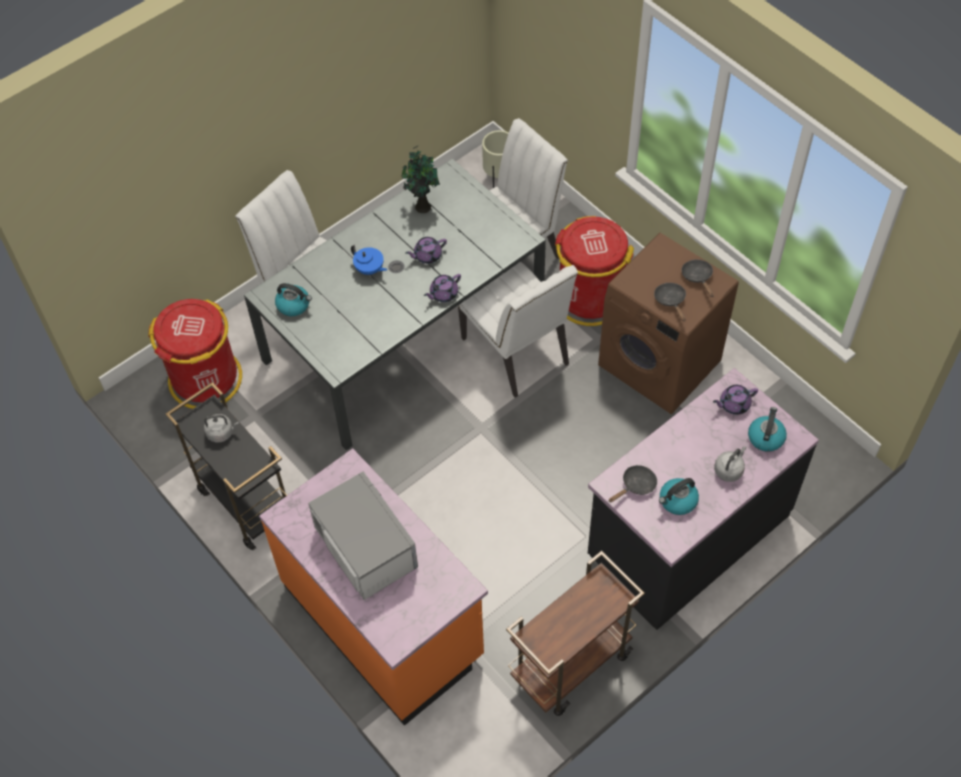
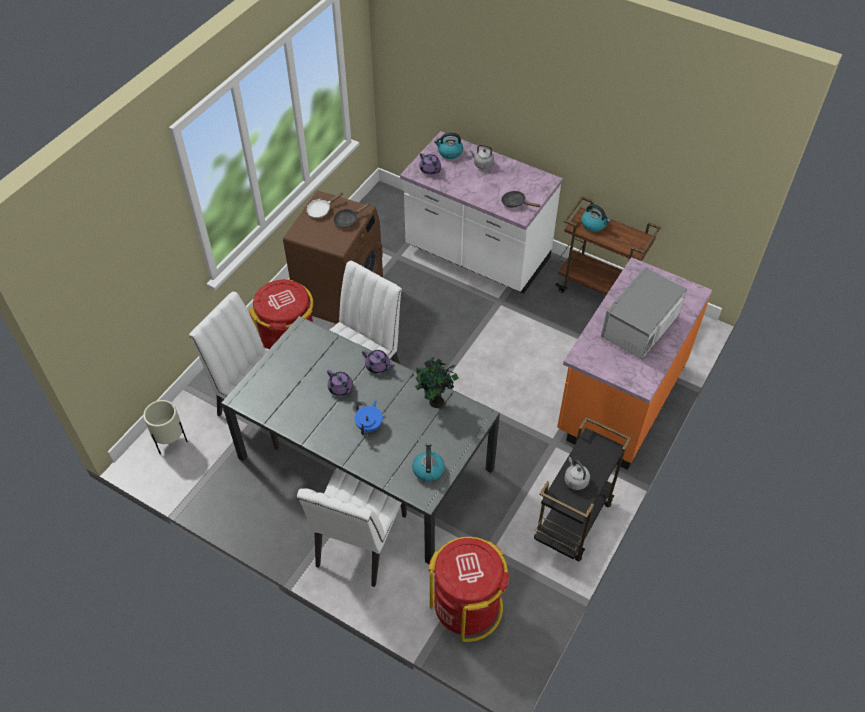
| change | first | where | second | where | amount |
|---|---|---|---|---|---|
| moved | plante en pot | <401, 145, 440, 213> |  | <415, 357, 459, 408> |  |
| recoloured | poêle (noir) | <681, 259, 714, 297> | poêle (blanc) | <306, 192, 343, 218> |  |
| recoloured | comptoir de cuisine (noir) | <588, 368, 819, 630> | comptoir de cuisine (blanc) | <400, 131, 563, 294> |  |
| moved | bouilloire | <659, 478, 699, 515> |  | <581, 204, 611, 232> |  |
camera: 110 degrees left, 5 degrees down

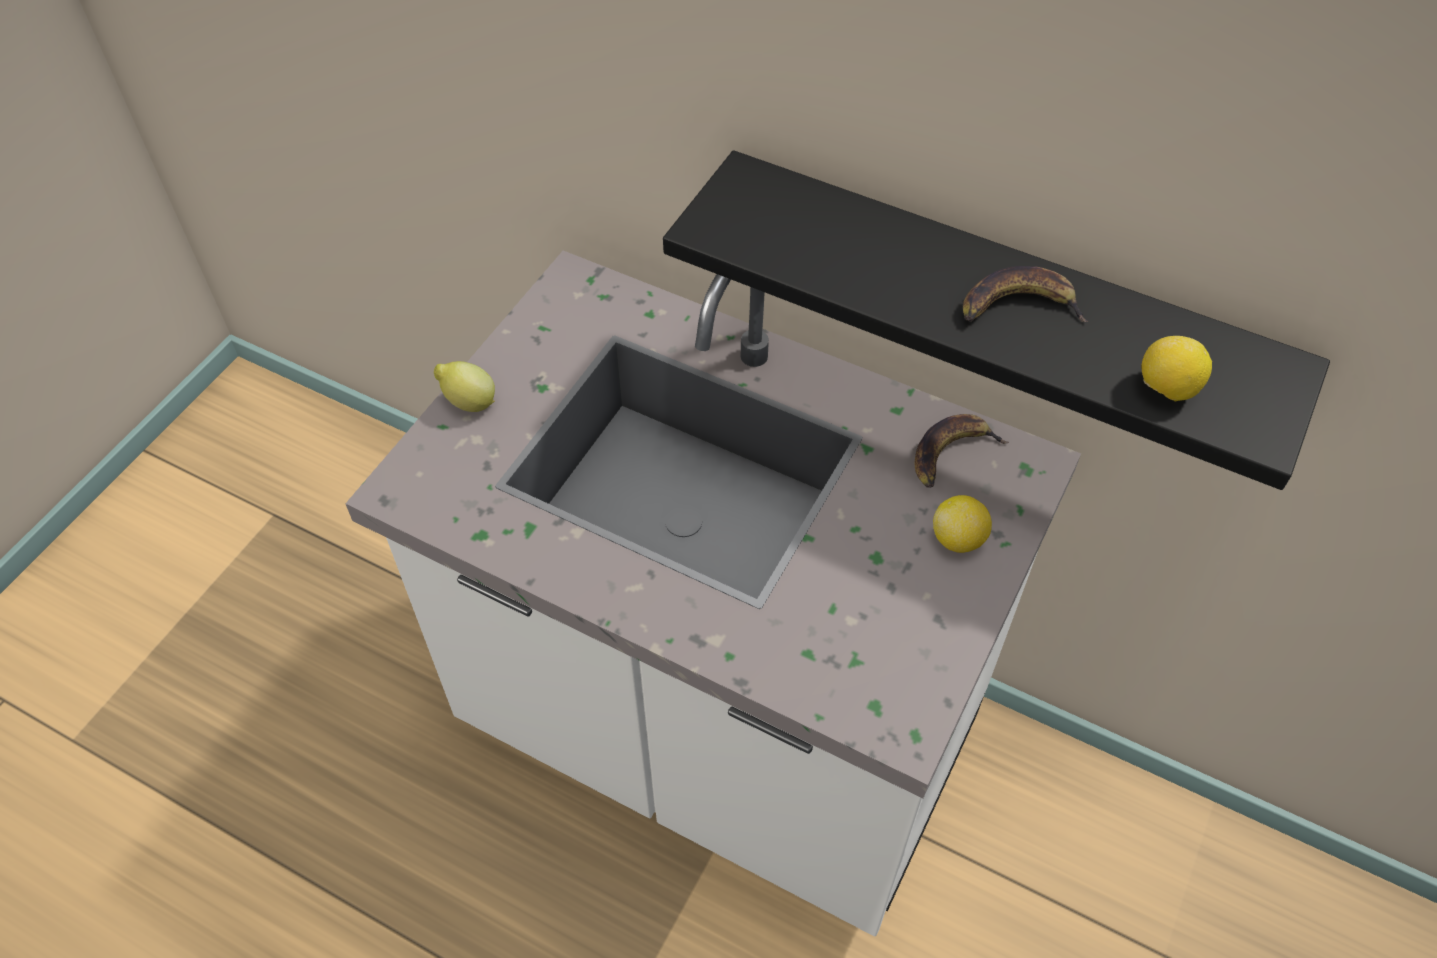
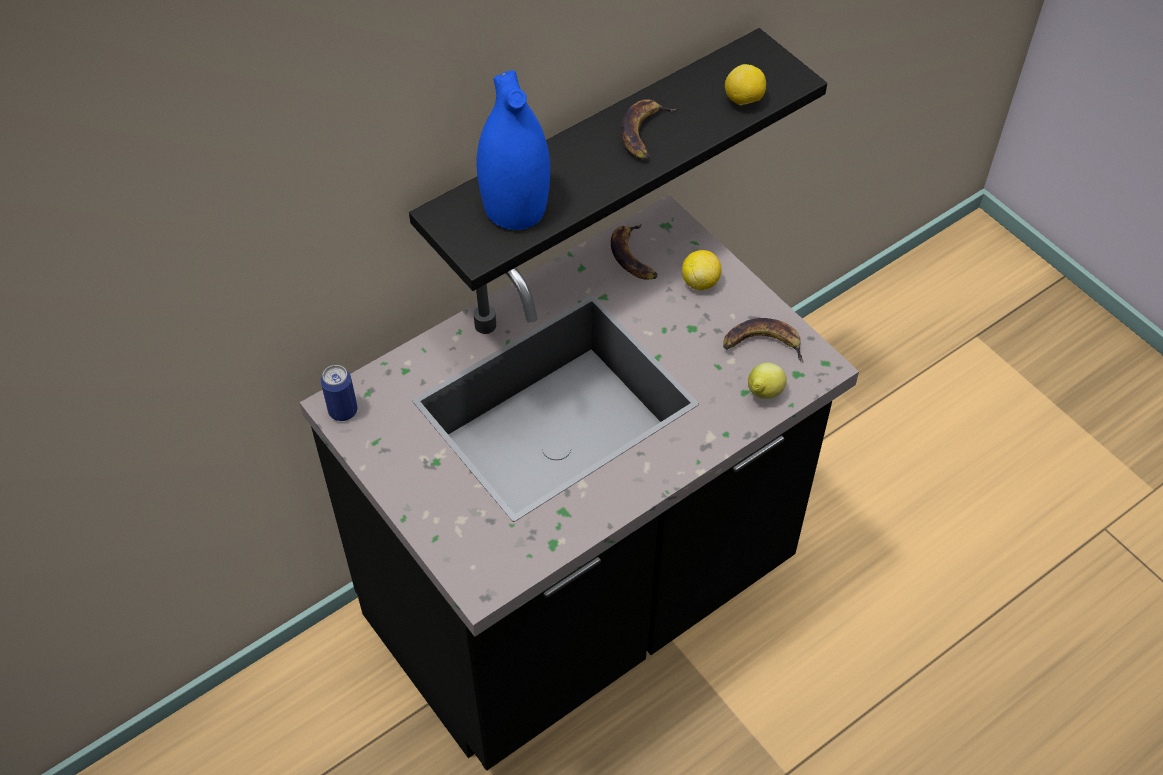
| change | first | where | second | where | amount |
|---|---|---|---|---|---|
| recoloured | comptoir de cuisine (blanc) | <345, 251, 1081, 936> | comptoir de cuisine (noir) | <300, 195, 859, 770> |  |
| moved | citron | <434, 361, 495, 412> |  | <748, 362, 787, 399> |  |
| added |  |  | vase (bleu) | <477, 71, 550, 230> |  |
| added |  |  | banane | <723, 318, 803, 362> |  |
| added |  |  | boîte métallique | <321, 365, 358, 421> |  |
camera: 65 degrees left, 0 degrees up

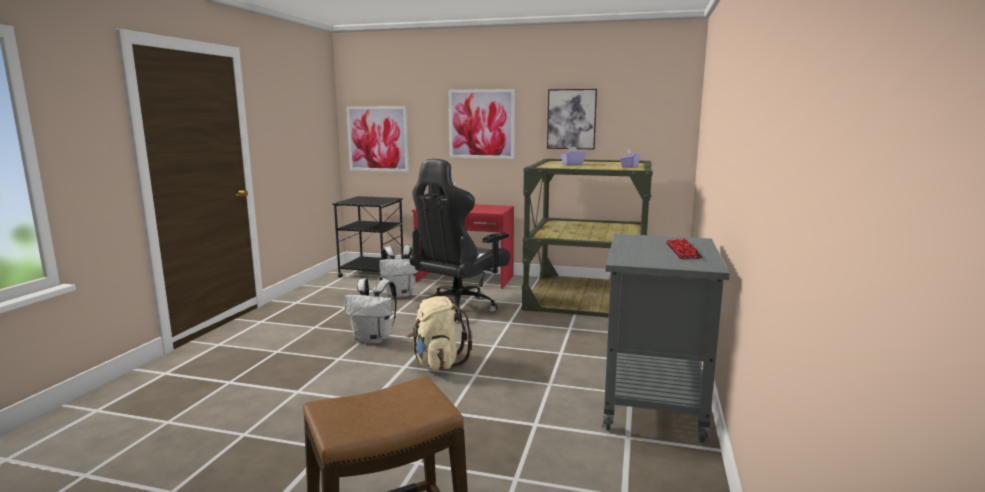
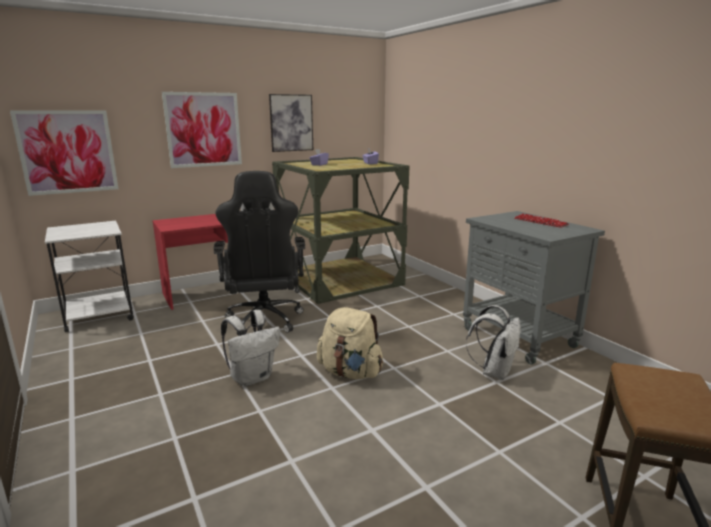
| change | first | where | second | where | amount |
|---|---|---|---|---|---|
| recoloured | chariot (noir) | <332, 196, 403, 280> | chariot (blanc) | <45, 221, 134, 332> |  |
| moved | sac à dos (blanc) | <379, 245, 418, 298> |  | <466, 305, 521, 380> |  |
camera: 45 degrees left, 5 degrees up

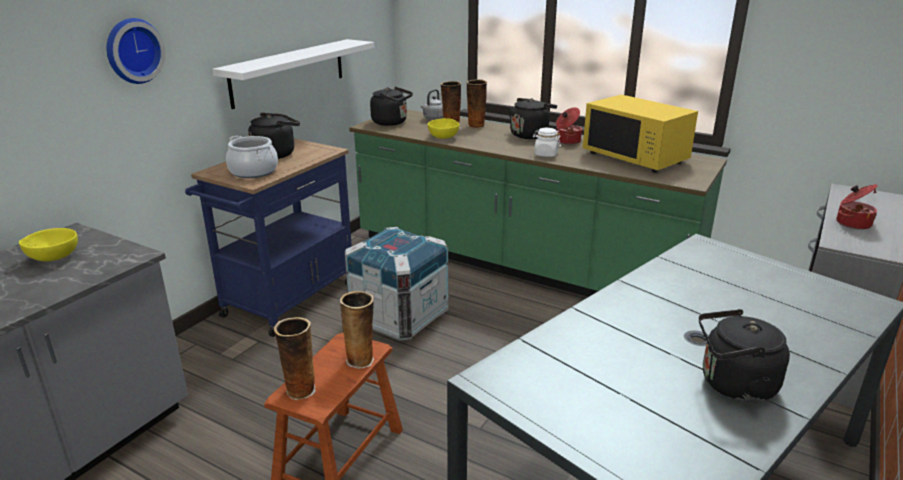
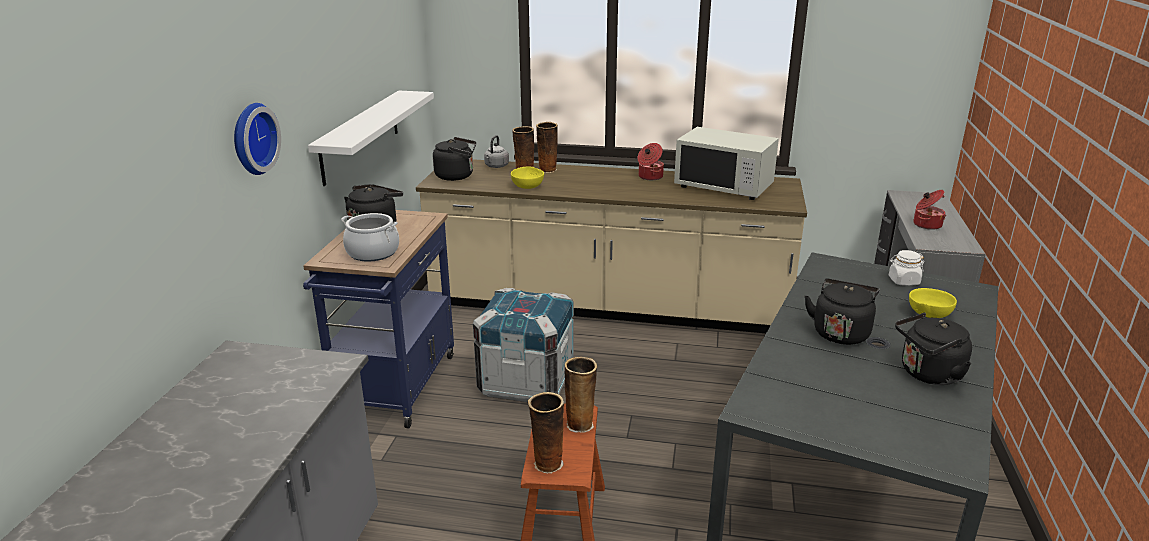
| change | first | where | second | where | amount |
|---|---|---|---|---|---|
| recoloured | micro-ondes (jaune) | <583, 95, 698, 173> | micro-ondes (blanc) | <674, 127, 779, 200> |  |
| moved | bouilloire (noir) | <508, 98, 557, 139> |  | <804, 279, 880, 345> |  |
| recoloured | comptoir de cuisine (vert) | <349, 110, 727, 297> | comptoir de cuisine (beige) | <416, 159, 807, 333> |  |
| moved | bocal (blanc) | <533, 128, 561, 157> |  | <889, 250, 924, 286> |  |
| moved | bol (jaune) | <19, 228, 78, 261> |  | <909, 288, 957, 318> |  |
camera: 20 degrees left, 0 degrees up

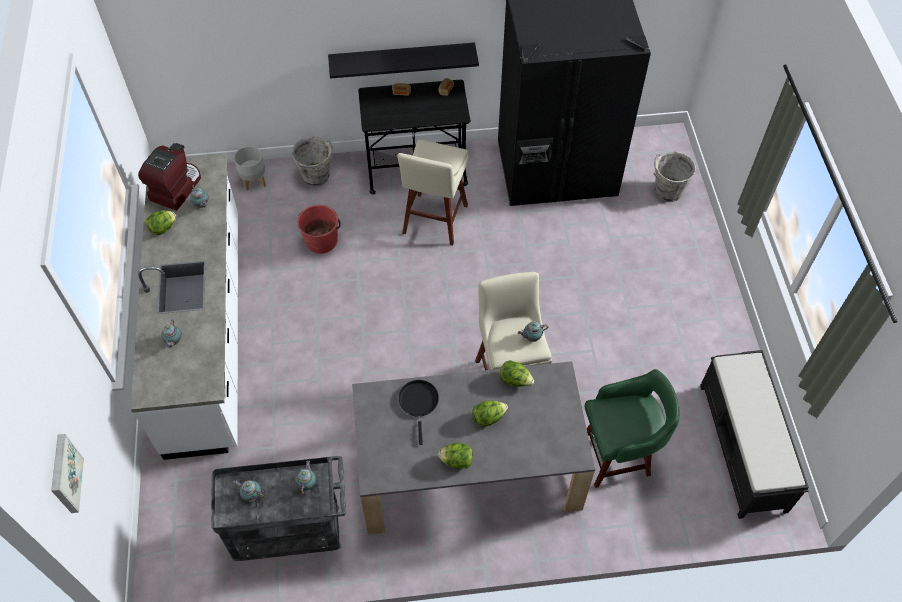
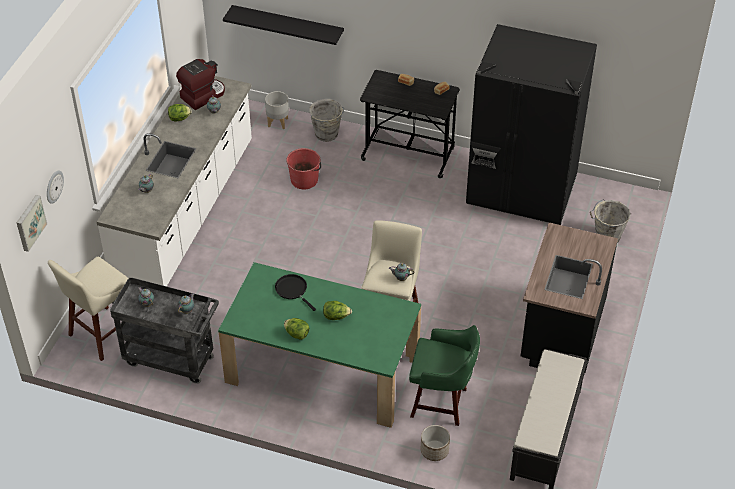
| change | first | where | second | where | amount |
|---|---|---|---|---|---|
| moved | étagère (noir) | <328, 43, 479, 79> |  | <223, 5, 344, 45> |  |
| moved | tabouret (beige) | <397, 140, 468, 245> |  | <48, 257, 128, 361> |  |
| removed | laitue | <500, 360, 534, 387> |  |  |  |
| recoloured | table à manger (gris) | <352, 361, 595, 534> | table à manger (vert) | <218, 262, 421, 428> |  |
| turned | poêle (noir) | <398, 380, 439, 445> |  | <275, 274, 316, 311> | 60 degrees counterclockwise |
| added |  |  | horloge murale | <47, 170, 64, 204> |  |
| added |  |  | comptoir de cuisine (noir) | <521, 223, 618, 378> |  |
| added |  |  | cache-pot | <421, 425, 450, 461> |  |
camera: 25 degrees right, 10 degrees down

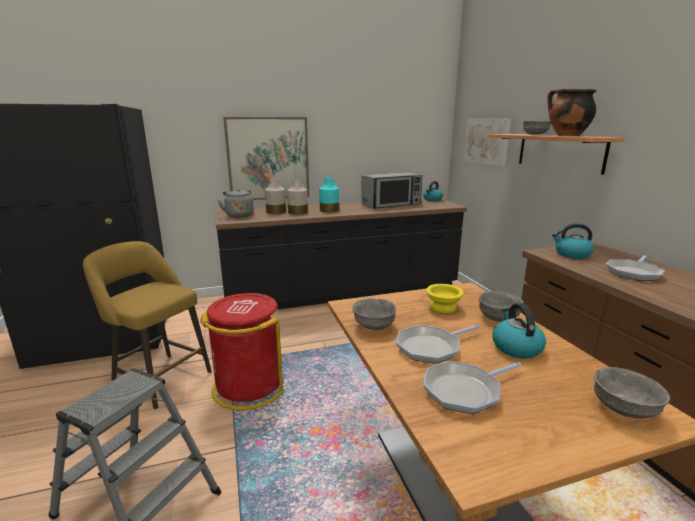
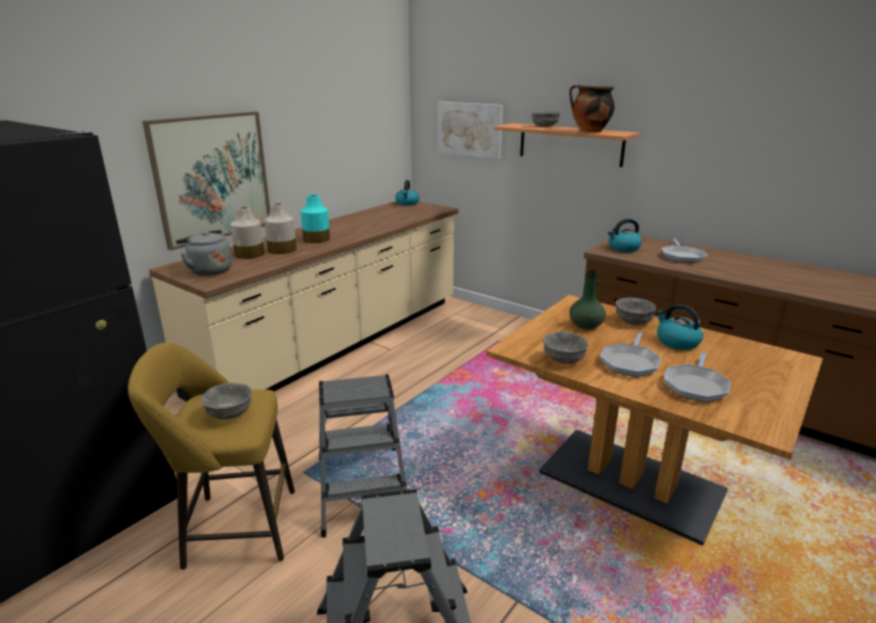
| change | first | where | second | where | amount |
|---|---|---|---|---|---|
| removed | micro-ondes | <361, 172, 422, 209> |  |  |  |
| recoloured | comptoir de cuisine (noir) | <215, 198, 467, 310> | comptoir de cuisine (beige) | <149, 201, 458, 402> |  |
| replaced | bol (jaune) | <426, 284, 464, 313> | vase (vert) | <569, 270, 606, 329> |  |
| replaced | poubelle (rouge) | <200, 293, 283, 410> | escabeau (gris) | <319, 374, 407, 538> |  |
| moved | bol (gris) | <594, 367, 670, 419> |  | <201, 383, 252, 420> |  |
camera: 35 degrees left, 5 degrees up

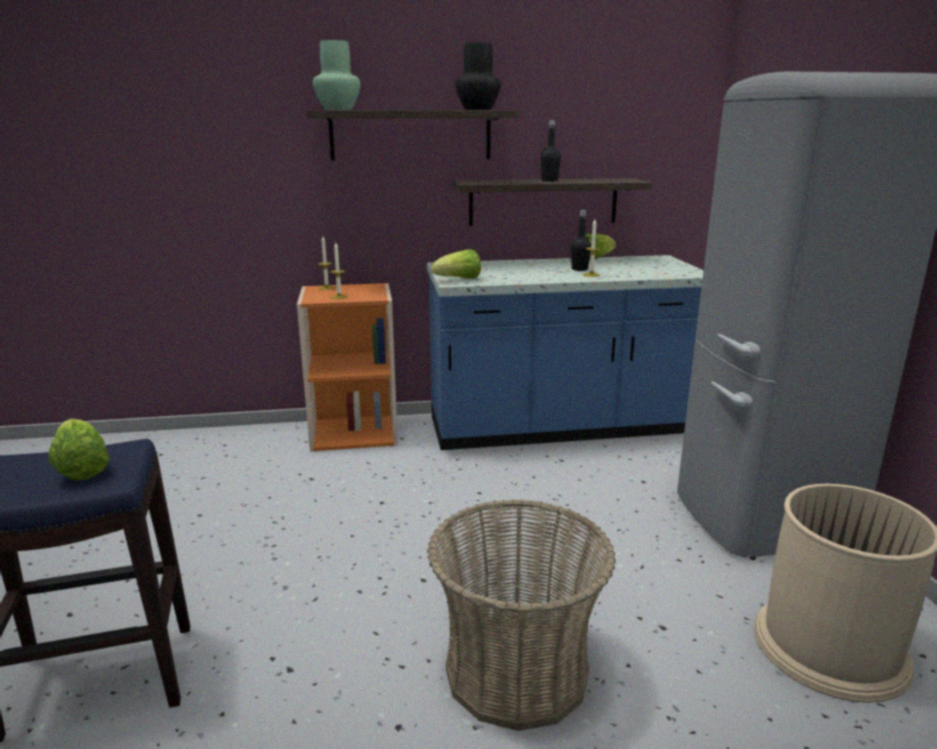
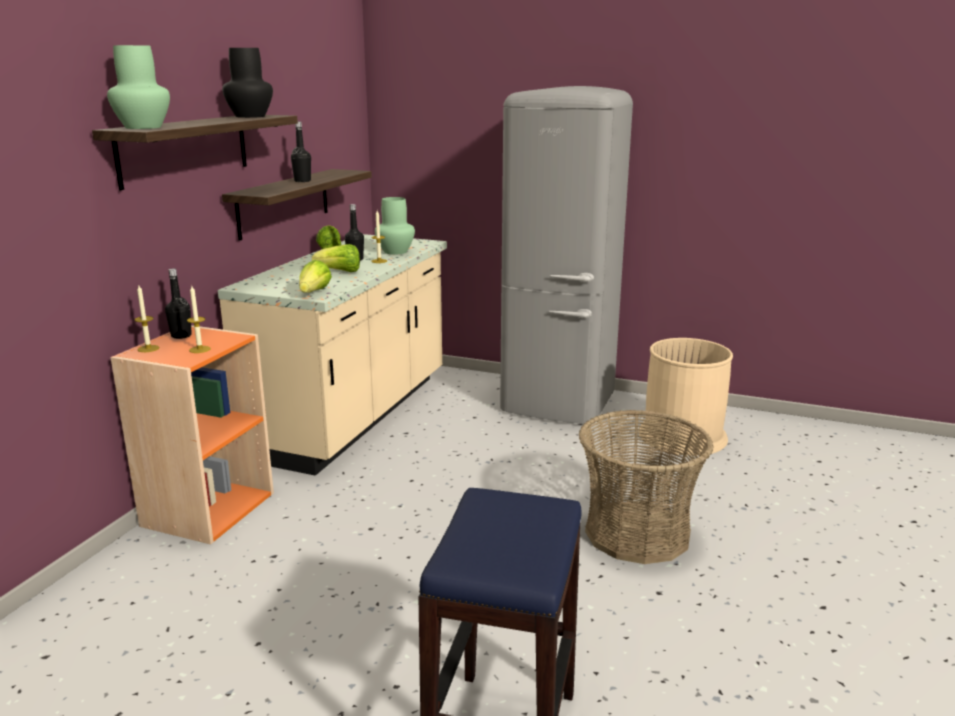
| change | first | where | second | where | amount |
|---|---|---|---|---|---|
| recoloured | comptoir de cuisine (bleu) | <427, 255, 704, 450> | comptoir de cuisine (beige) | <218, 234, 447, 476> |  |
| moved | laitue | <49, 419, 109, 481> |  | <312, 244, 360, 272> |  |
| added |  |  | vase (vert) | <375, 197, 415, 255> |  |
| added |  |  | bouteille (noir) | <165, 268, 192, 339> |  |
camera: 60 degrees left, 0 degrees up

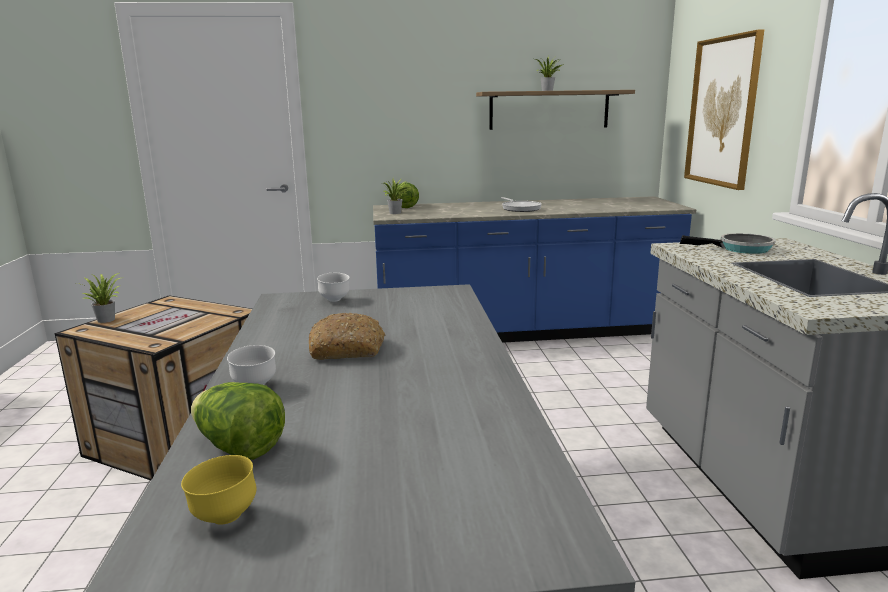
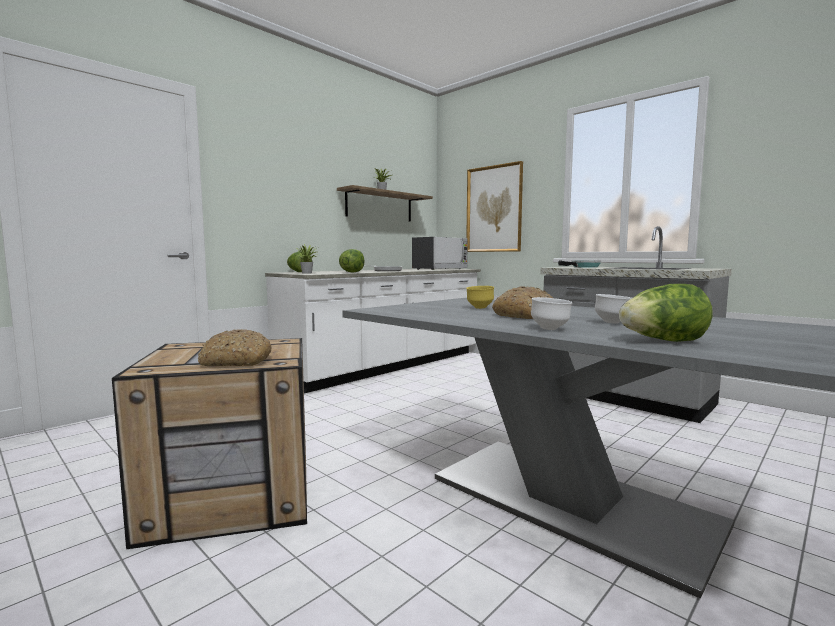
| change | first | where | second | where | amount |
|---|---|---|---|---|---|
| recoloured | comptoir de cuisine (bleu) | <373, 196, 696, 343> | comptoir de cuisine (blanc) | <265, 268, 481, 394> |  |
| removed | plante en pot | <77, 273, 120, 323> |  |  |  |
| moved | bol (blanc) | <317, 273, 350, 302> |  | <595, 294, 632, 324> |  |
| moved | bol (jaune) | <181, 455, 256, 525> |  | <466, 286, 494, 309> |  |
| added |  |  | micro-ondes | <412, 237, 468, 270> |  |
| added |  |  | laitue | <339, 249, 365, 273> |  |
| added |  |  | pain | <198, 329, 271, 366> |  |
camera: 40 degrees left, 10 degrees down

